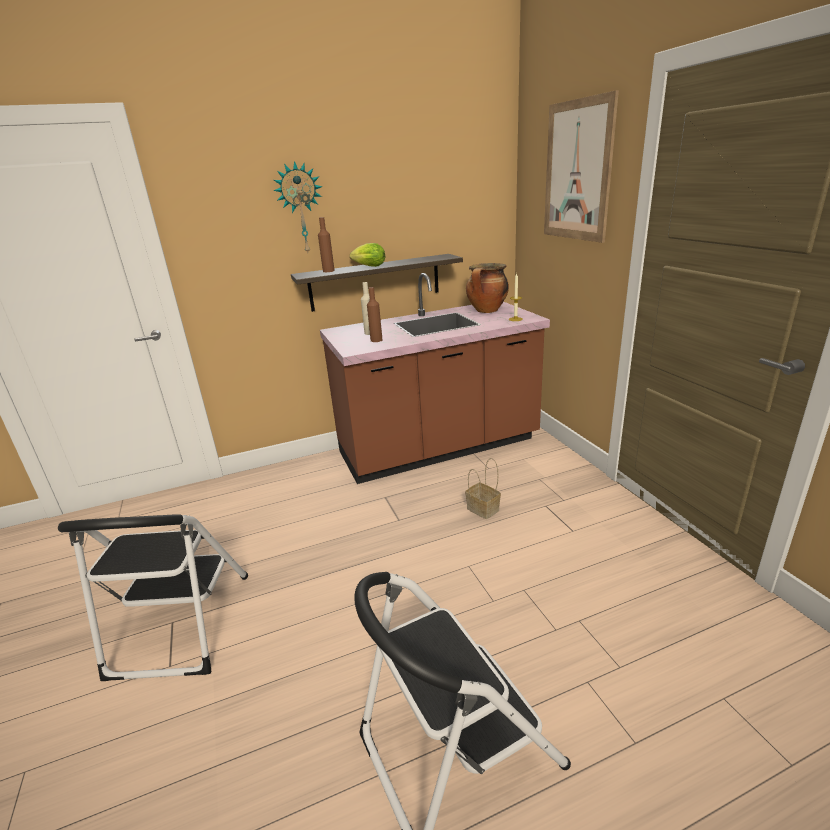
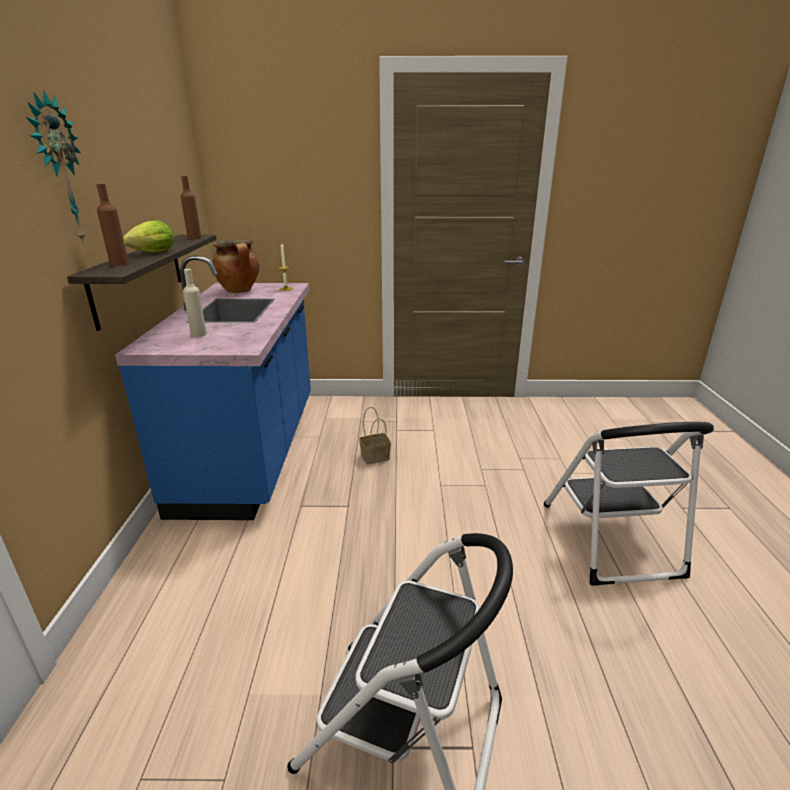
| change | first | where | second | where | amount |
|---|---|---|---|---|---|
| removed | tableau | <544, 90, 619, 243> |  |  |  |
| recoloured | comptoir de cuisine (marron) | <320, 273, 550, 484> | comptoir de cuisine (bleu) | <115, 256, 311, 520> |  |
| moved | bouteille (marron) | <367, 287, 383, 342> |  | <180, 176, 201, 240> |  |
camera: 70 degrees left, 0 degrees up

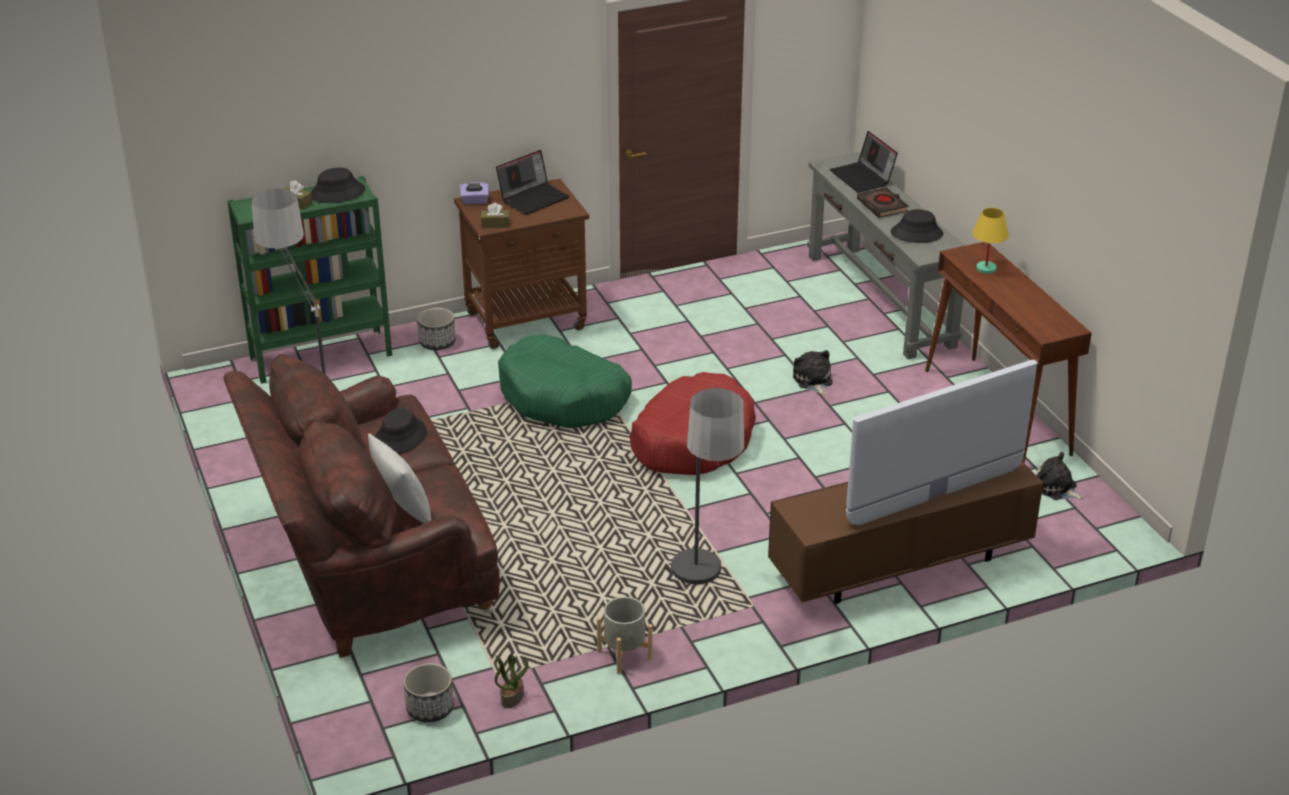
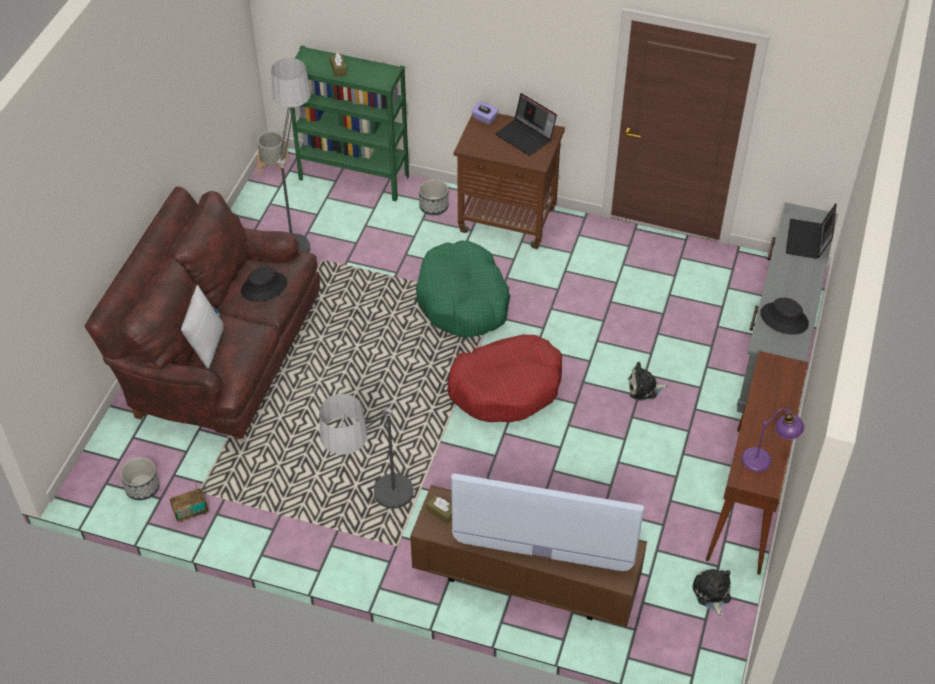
| change | first | where | second | where | amount |
|---|---|---|---|---|---|
| turned | ordinateur portable | <496, 150, 570, 215> |  | <495, 93, 557, 156> | 45 degrees clockwise |
| removed | chapeau (noir) | <310, 168, 365, 203> |  |  |  |
| removed | livre (noir) | <857, 187, 909, 218> |  |  |  |
| moved | boîte à mouchoirs (marron) | <481, 203, 510, 228> |  | <426, 495, 452, 524> |  |
| removed | lampe de table (jaune) | <972, 208, 1009, 274> |  |  |  |
| turned | peluche | <793, 350, 833, 396> |  | <628, 362, 668, 401> | 120 degrees counterclockwise |
| moved | cache-pot (gris) | <597, 597, 653, 674> |  | <256, 132, 289, 176> |  |
| replaced | plante en pot | <495, 655, 528, 708> | radio | <170, 481, 209, 523> |  |
| added |  |  | lampe de table (violet) | <741, 407, 804, 472> |  |
camera: 40 degrees right, 15 degrees up

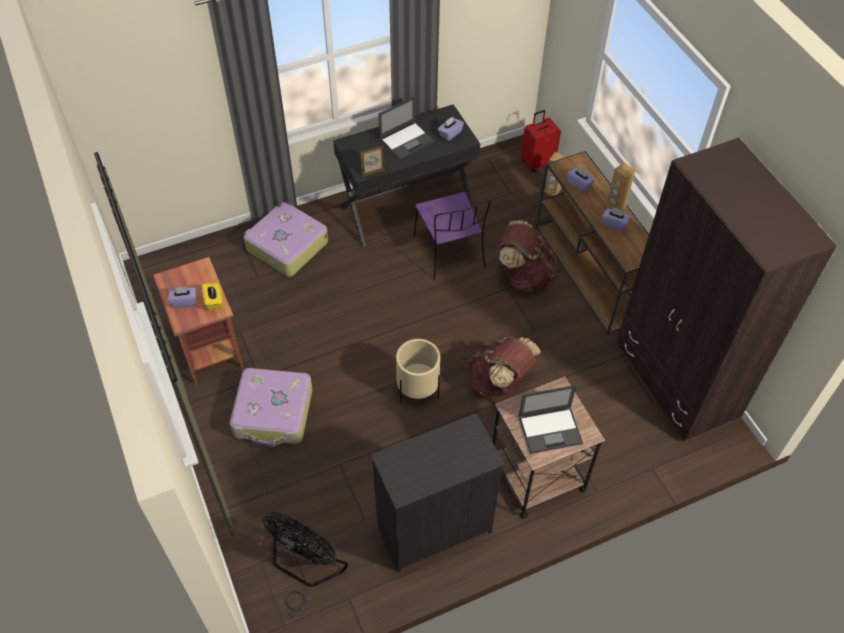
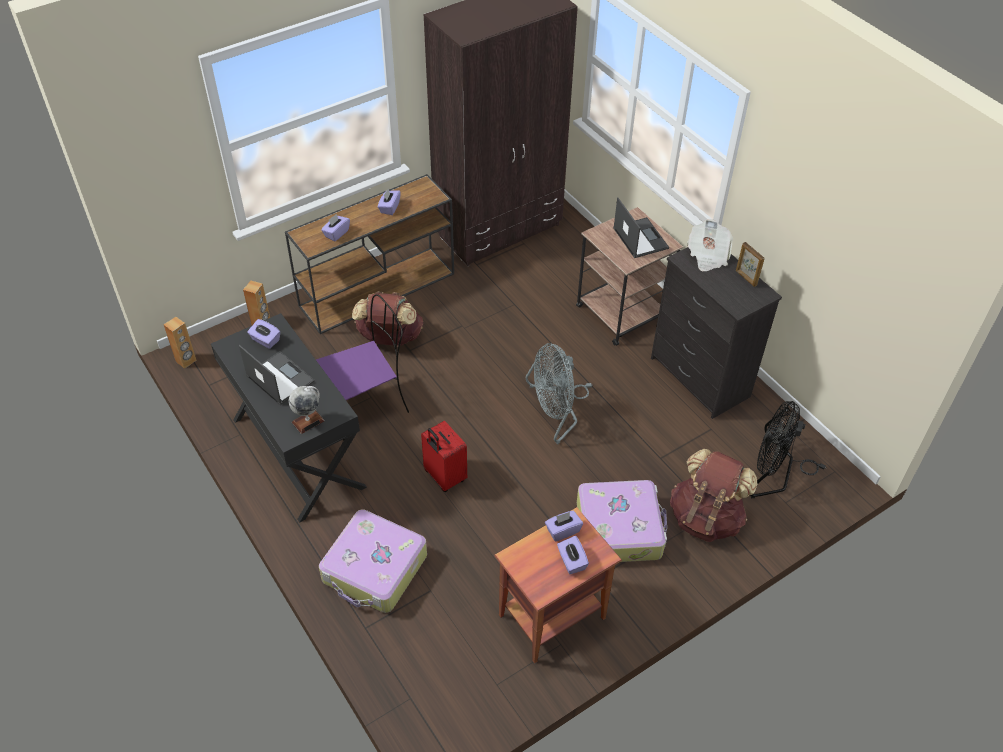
| change | first | where | second | where | amount |
|---|---|---|---|---|---|
| moved | valise (rouge) | <521, 110, 561, 172> |  | <421, 421, 467, 492> |  |
| moved | cadre photo | <360, 145, 385, 177> |  | <736, 242, 765, 287> |  |
| moved | enceinte (marron) | <606, 162, 635, 211> |  | <164, 317, 197, 369> |  |
| recoloured | boîte à mouchoirs (jaune) | <202, 283, 222, 311> | boîte à mouchoirs (violet) | <545, 511, 583, 542> |  |
| moved | sac à dos (marron) | <468, 337, 541, 398> |  | <670, 449, 757, 542> |  |
| replaced | cache-pot (beige) | <396, 339, 440, 404> | ventilateur (gris) | <526, 343, 593, 444> |  |
| added |  |  | journal | <687, 219, 733, 272> |  |
| added |  |  | globe | <289, 386, 325, 434> |  |
camera: 100 degrees left, 5 degrees down

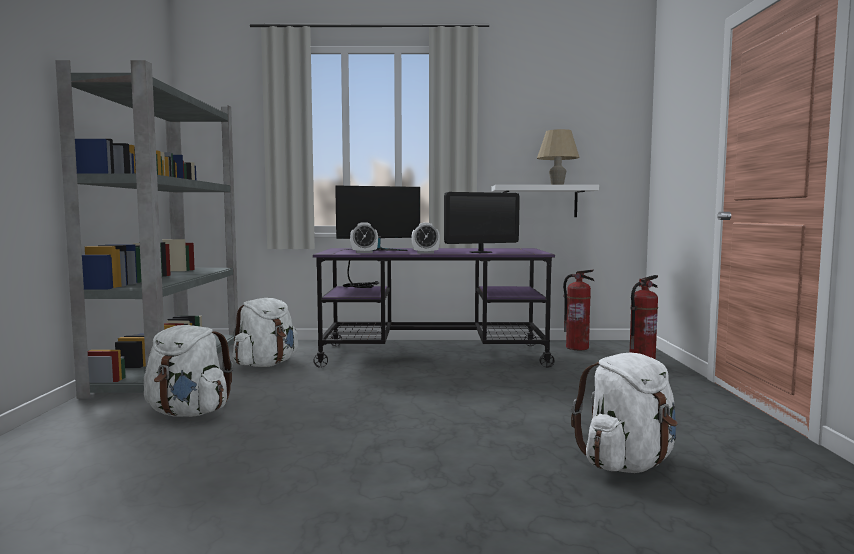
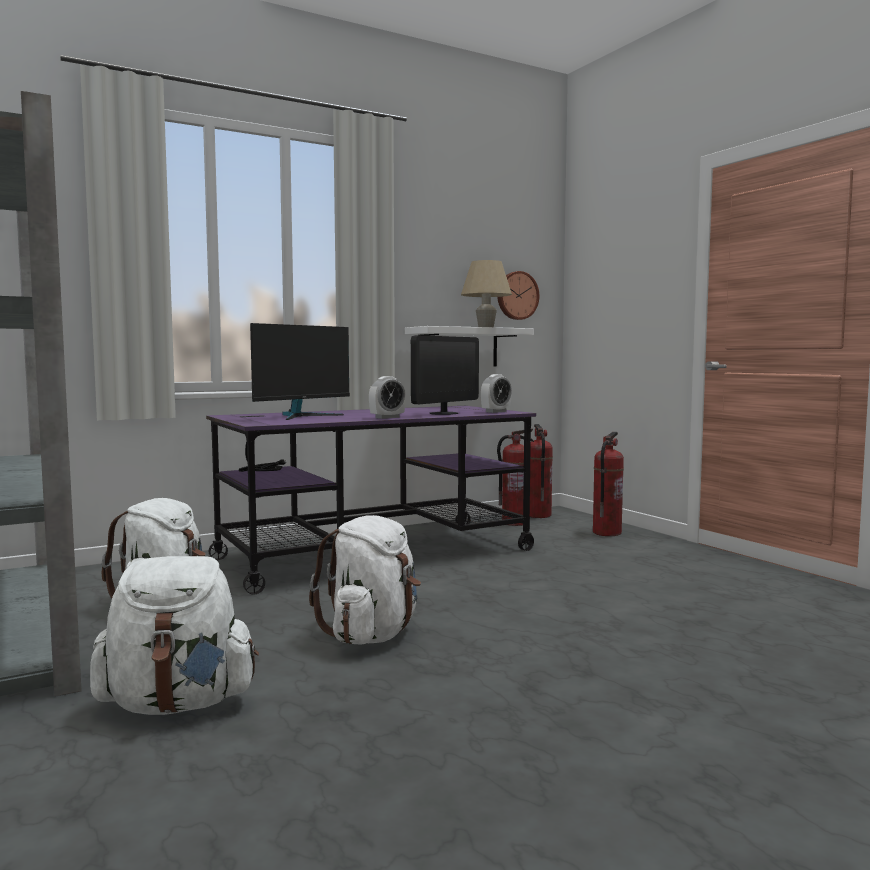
| change | first | where | second | where | amount |
|---|---|---|---|---|---|
| moved | réveil | <350, 222, 378, 253> |  | <481, 374, 512, 413> |  |
| moved | sac à dos (blanc) | <571, 352, 678, 473> |  | <309, 515, 421, 645> |  |
| added |  |  | horloge murale | <497, 271, 539, 320> |  |
| added |  |  | extincteur | <530, 424, 553, 518> |  |
camera: 30 degrees left, 0 degrees up

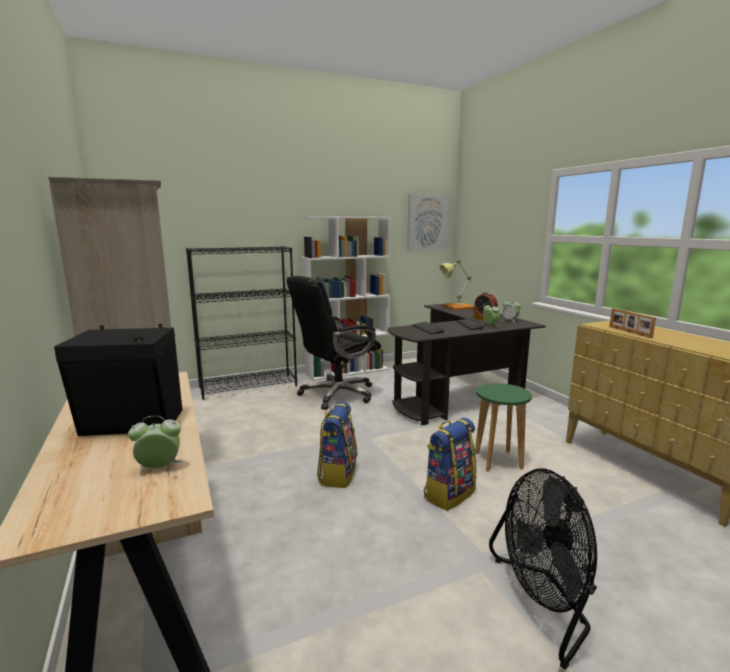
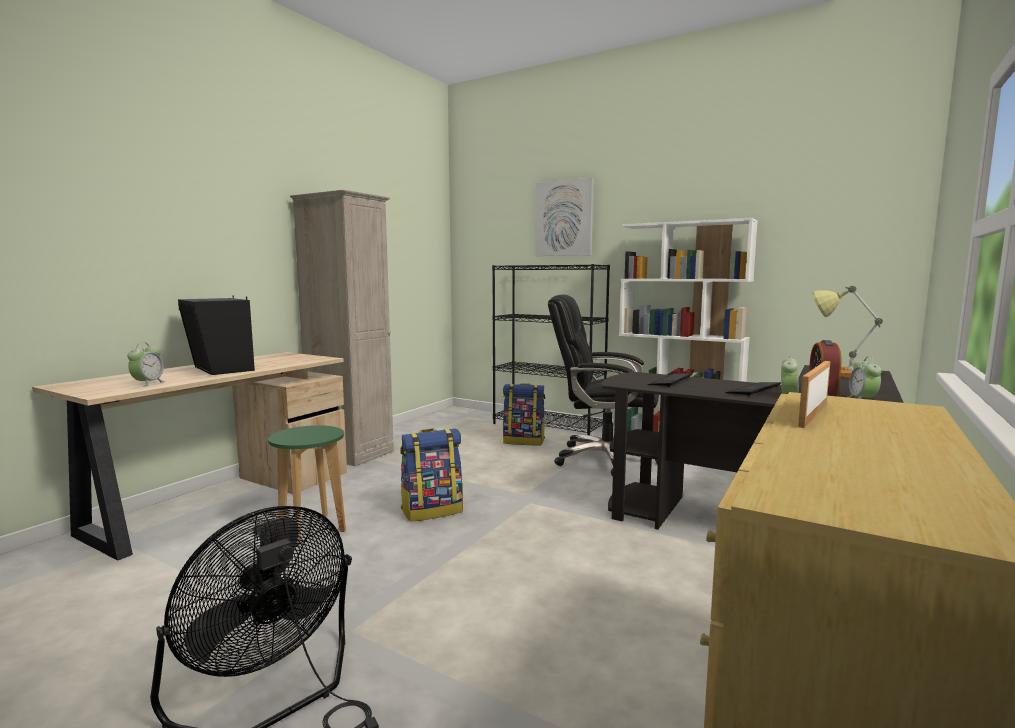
| change | first | where | second | where | amount |
|---|---|---|---|---|---|
| moved | tableau | <407, 194, 449, 250> |  | <535, 178, 594, 256> |  |
| moved | tabouret (vert) | <475, 383, 532, 471> |  | <268, 425, 346, 546> |  |
| turned | réveil | <128, 416, 182, 469> |  | <127, 342, 166, 387> | 60 degrees clockwise |
| moved | sac à dos | <424, 418, 476, 511> |  | <503, 383, 545, 445> |  |
camera: 55 degrees right, 5 degrees down

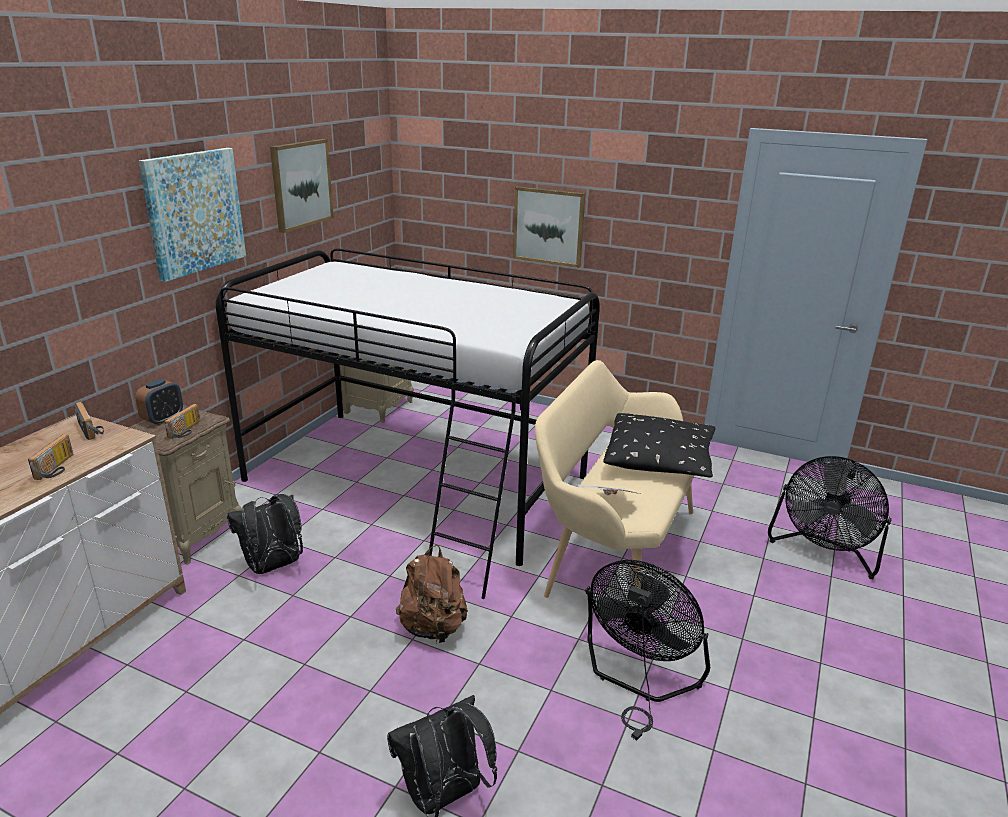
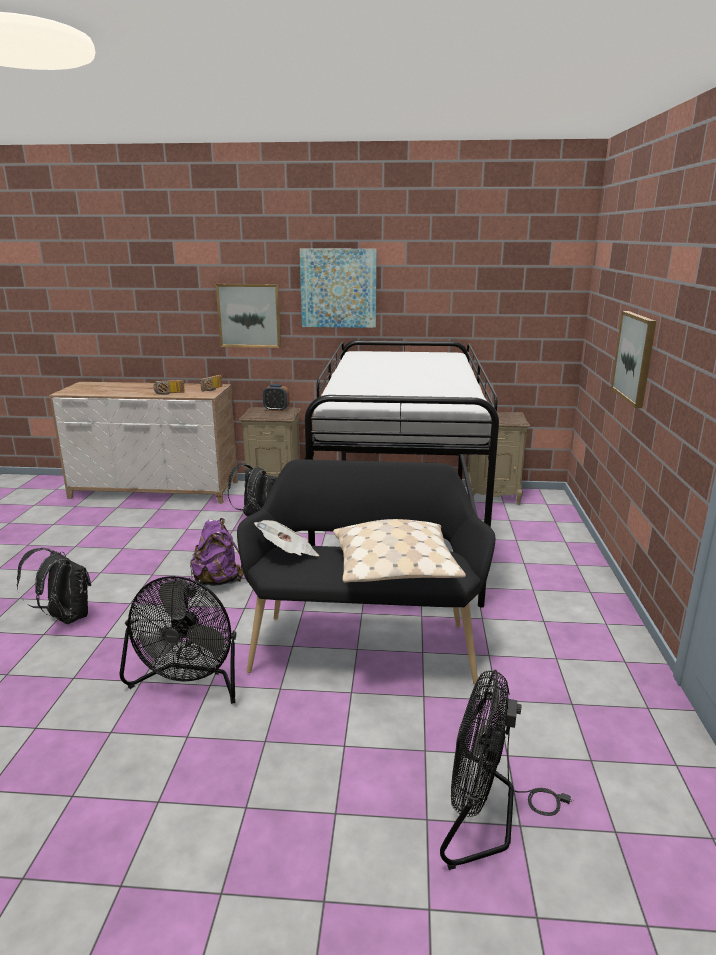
| change | first | where | second | where | amount |
|---|---|---|---|---|---|
| moved | tableau | <270, 139, 334, 233> |  | <216, 284, 281, 348> |  |
| recoloured | banc (beige) | <535, 360, 695, 632> | banc (noir) | <237, 459, 496, 684> |  |
| removed | radio | <165, 404, 201, 439> |  |  |  |
| recoloured | coussin (noir) | <603, 413, 716, 477> | coussin (beige) | <333, 519, 466, 583> |  |
| recoloured | sac à dos (marron) | <396, 545, 468, 643> | sac à dos (violet) | <190, 518, 244, 586> |  |
| turned | ventilateur (noir) | <585, 560, 710, 740> |  | <120, 576, 236, 704> | 90 degrees clockwise |
camera: 70 degrees right, 5 degrees down

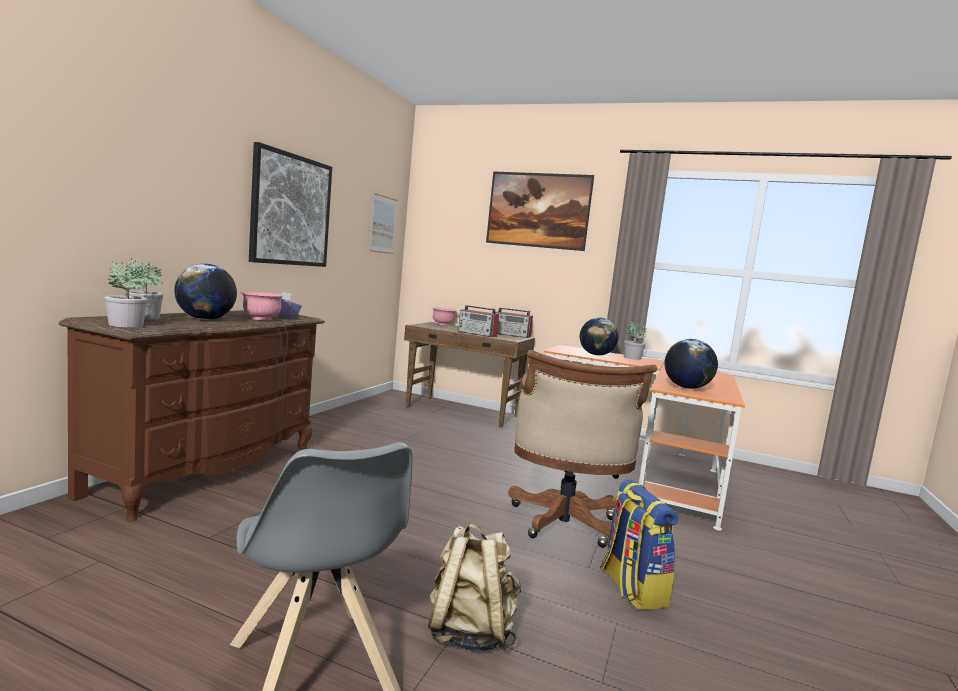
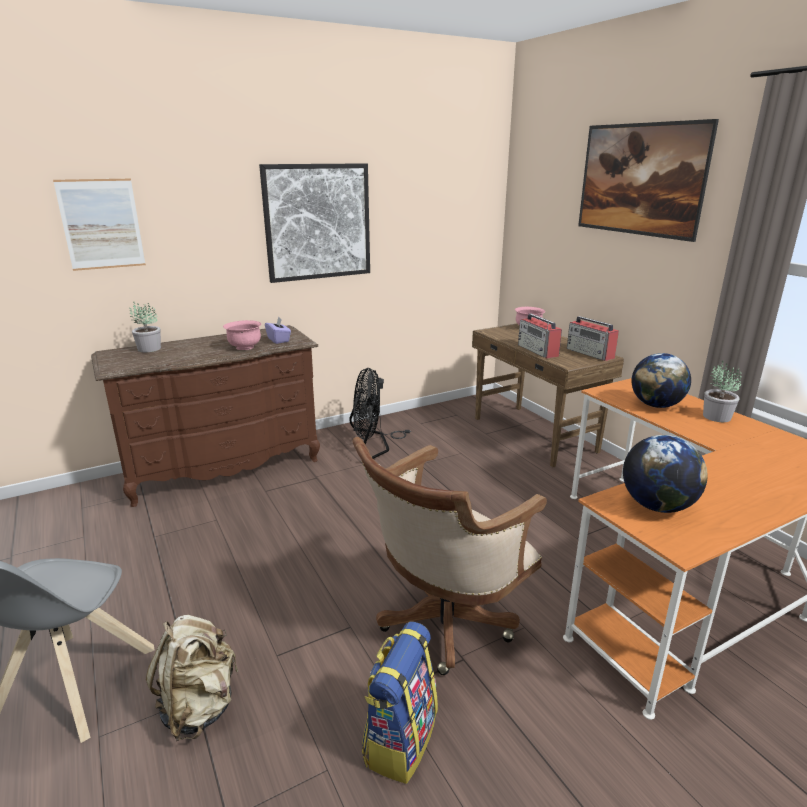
| change | first | where | second | where | amount |
|---|---|---|---|---|---|
| moved | tableau | <369, 193, 398, 254> |  | <53, 178, 146, 271> |  |
| removed | plante en pot | <105, 261, 148, 327> |  |  |  |
| removed | globe | <174, 264, 237, 320> |  |  |  |
| added |  |  | ventilateur (noir) | <349, 368, 411, 459> |  |
camera: 40 degrees right, 15 degrees up

